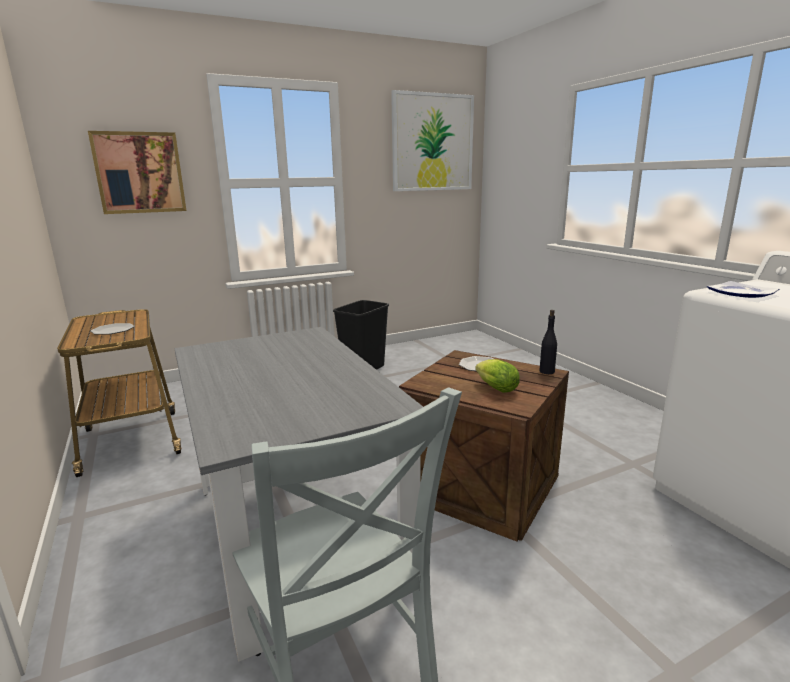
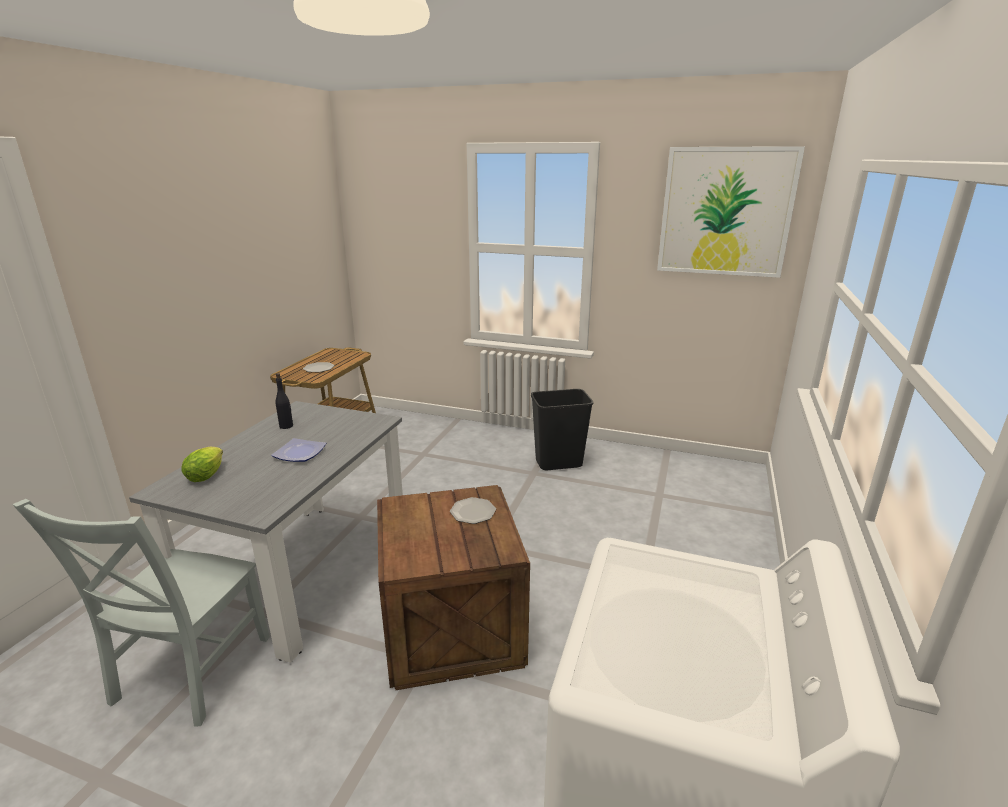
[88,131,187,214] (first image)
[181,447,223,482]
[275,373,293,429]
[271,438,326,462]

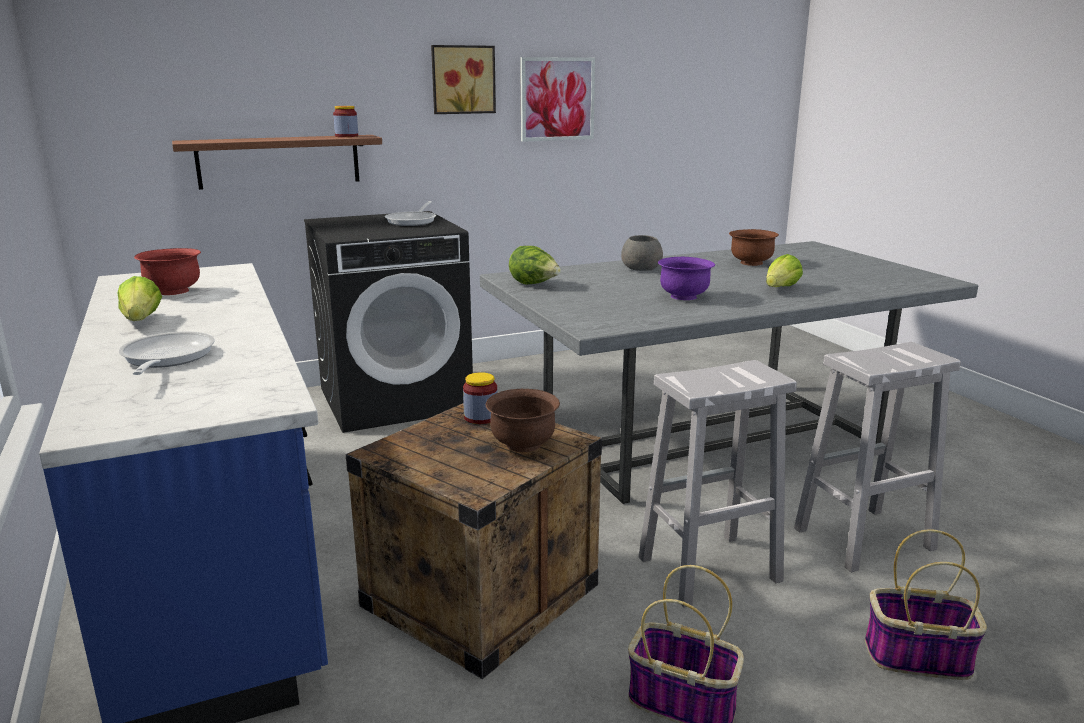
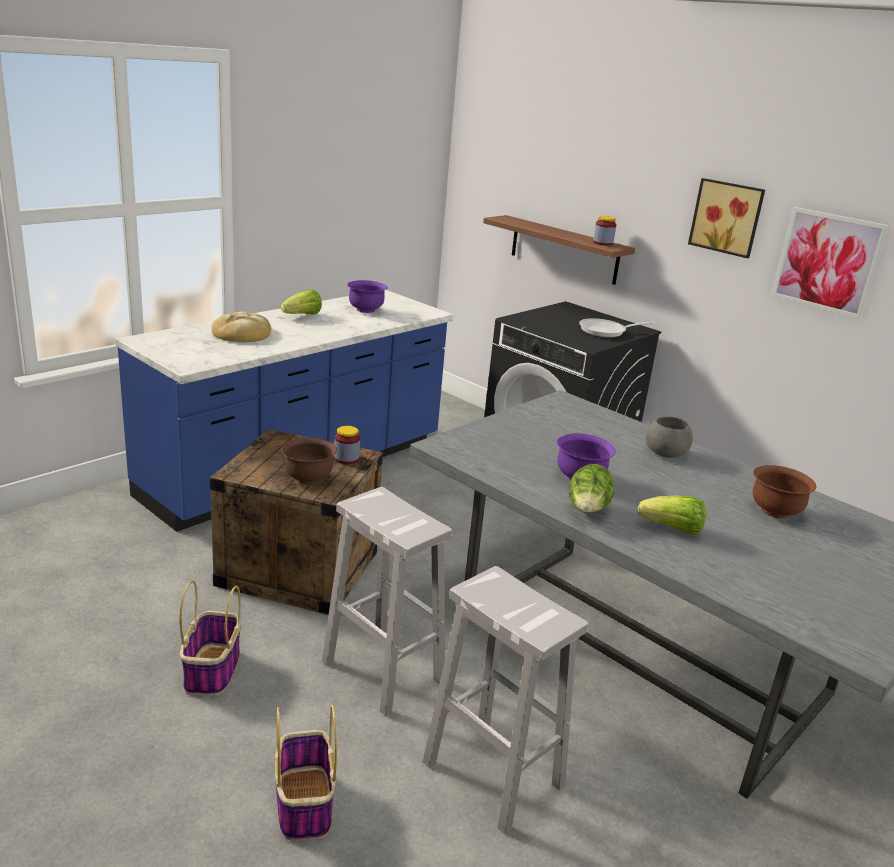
[211,312,271,342]
[347,280,388,313]
[569,464,614,513]

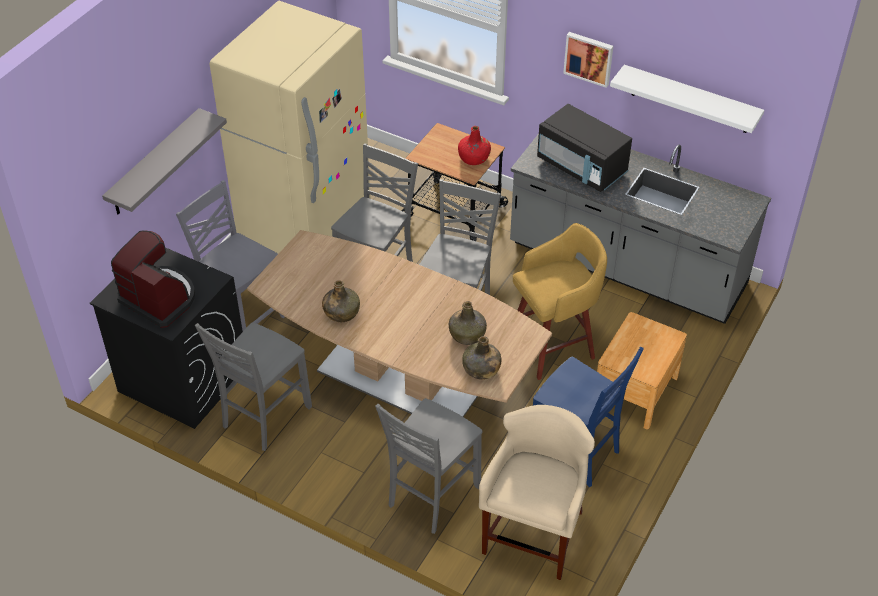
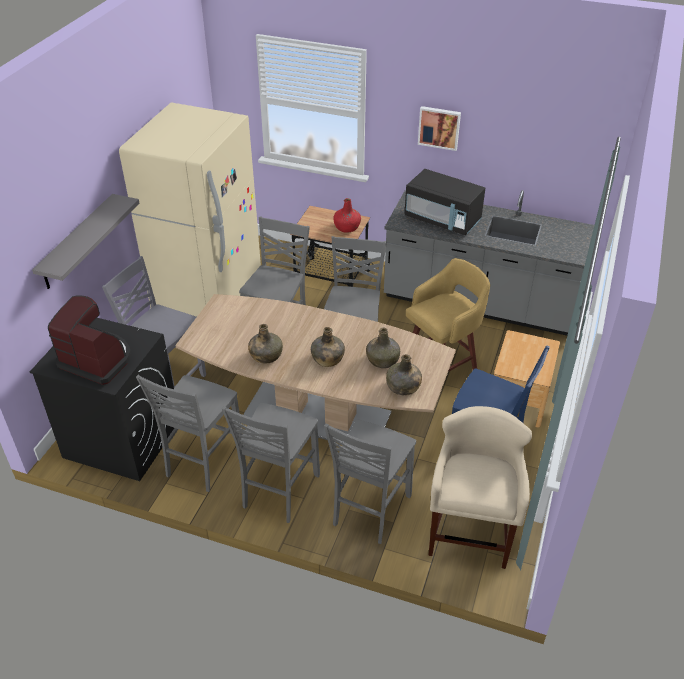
[610,65,764,133] (first image)
[222,403,320,523]
[311,327,345,367]

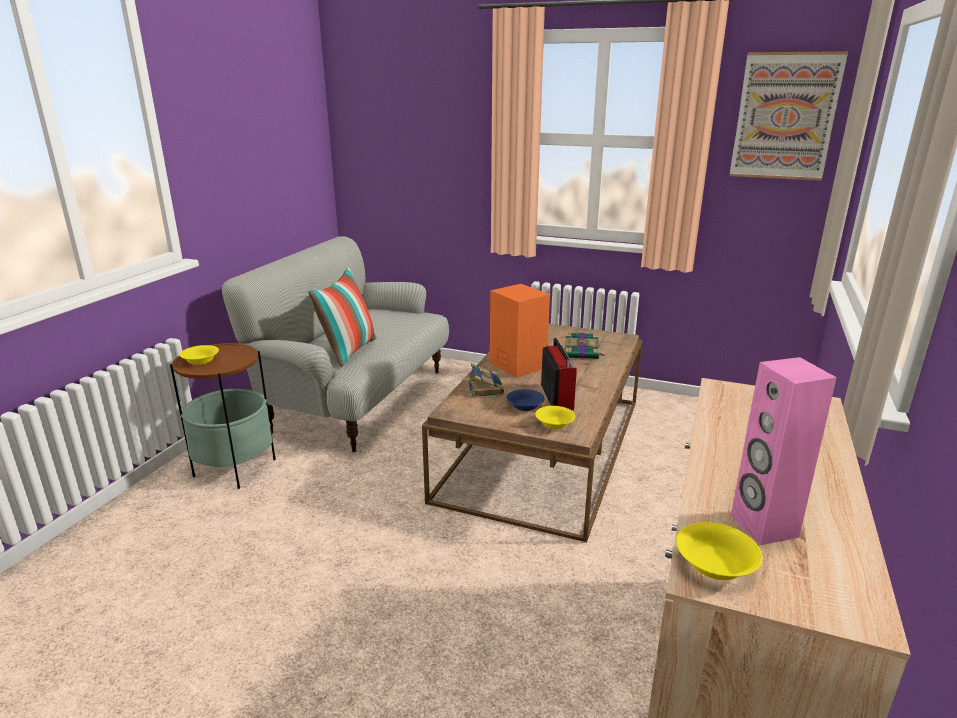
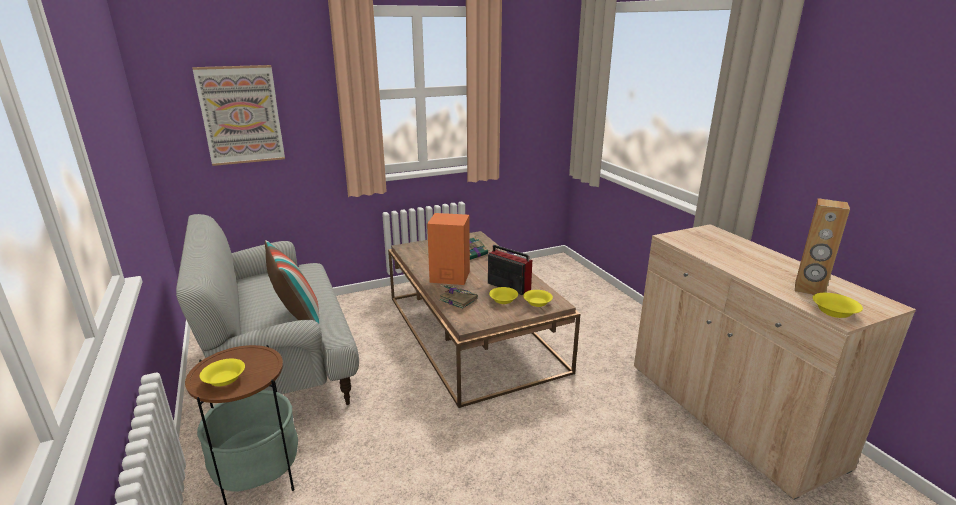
[489,287,518,304]
[192,65,285,166]
[795,198,850,295]

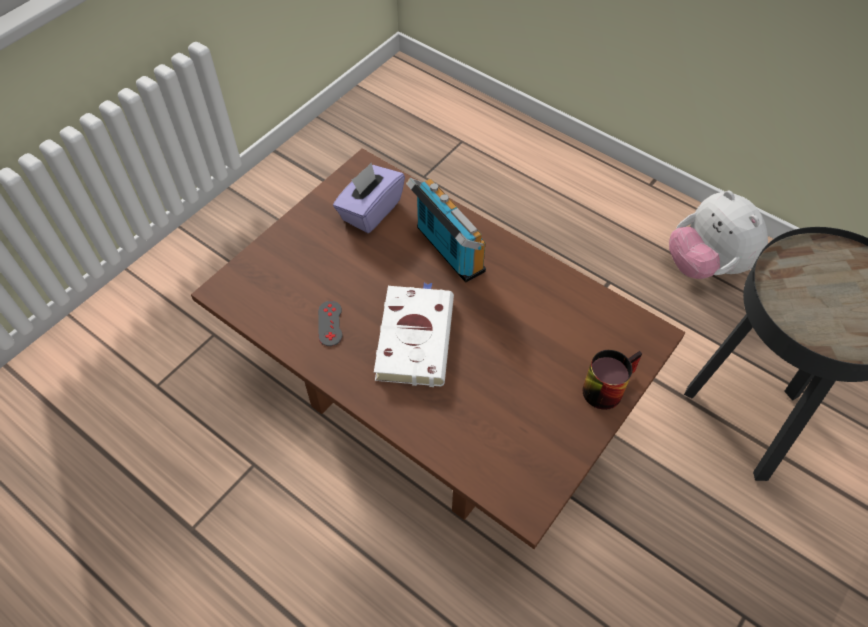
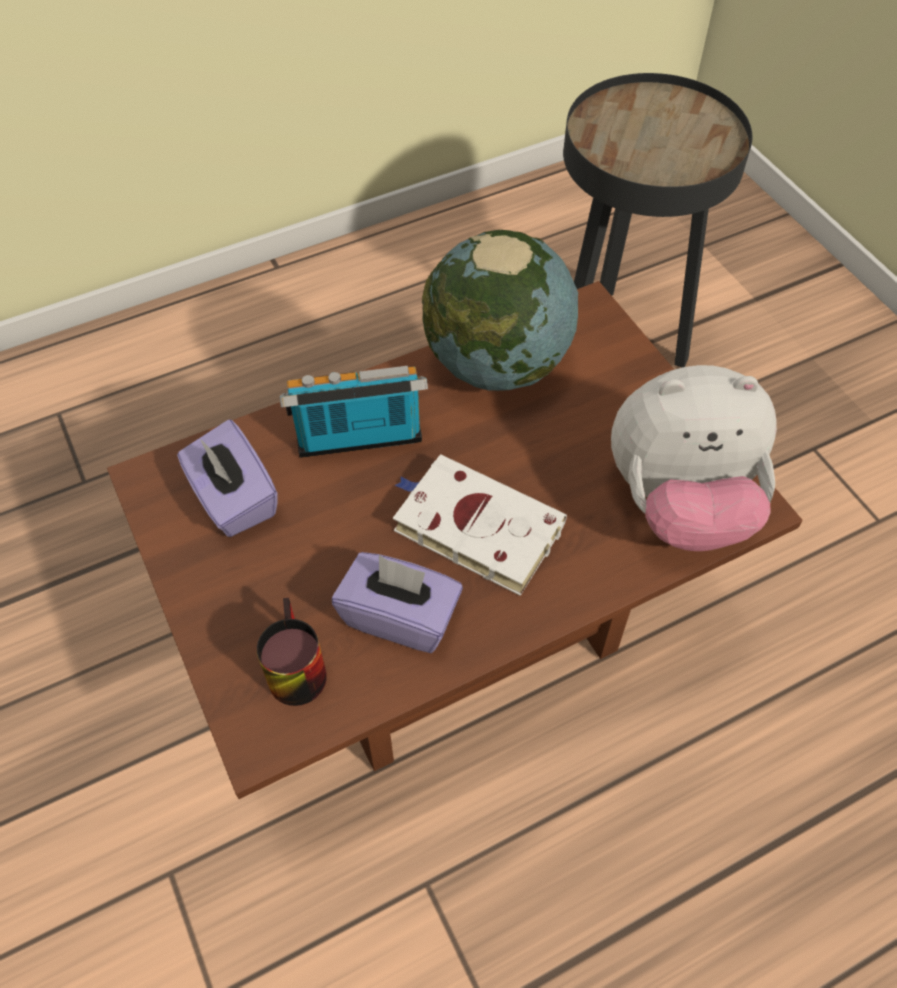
[332,552,463,653]
[257,598,327,706]
[611,365,777,551]
[422,230,578,391]

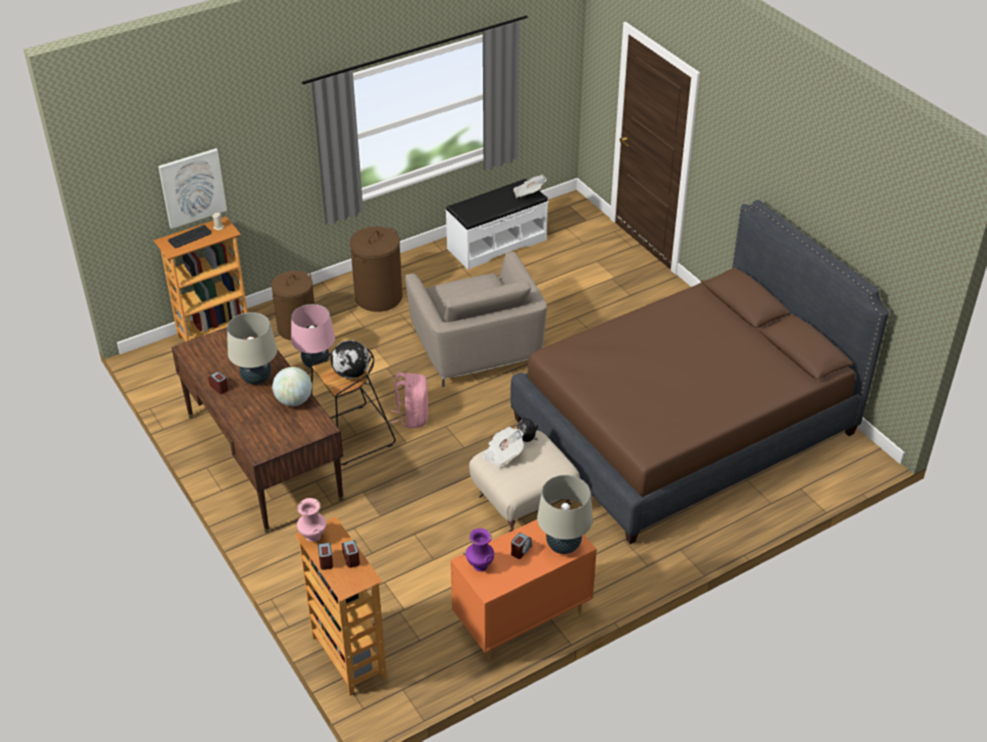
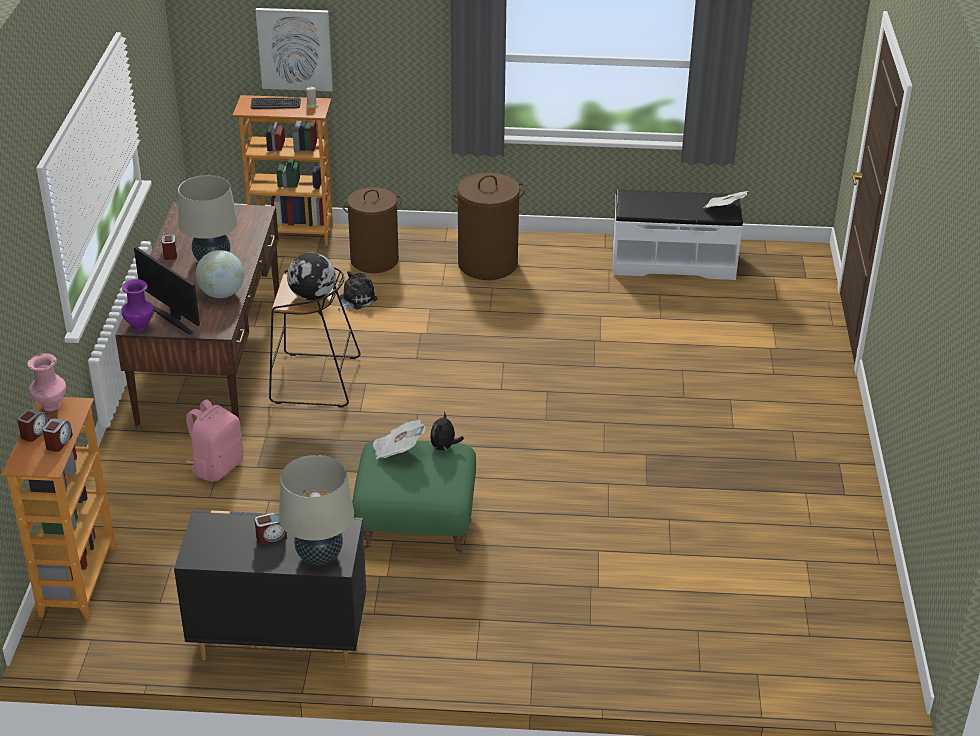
[338,271,377,311]
[186,399,244,482]
[405,252,547,387] (first image)
[174,510,366,668]
[121,279,154,332]
[352,440,476,553]
[510,200,889,544] (first image)
[134,247,200,335]

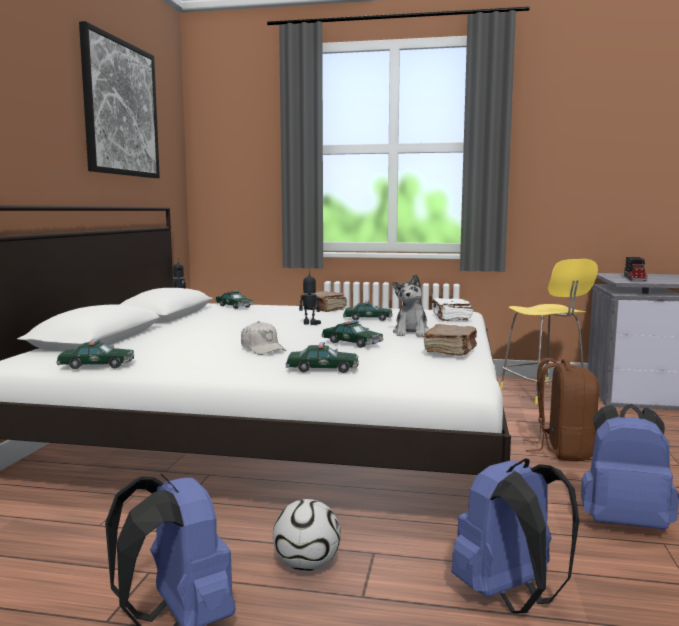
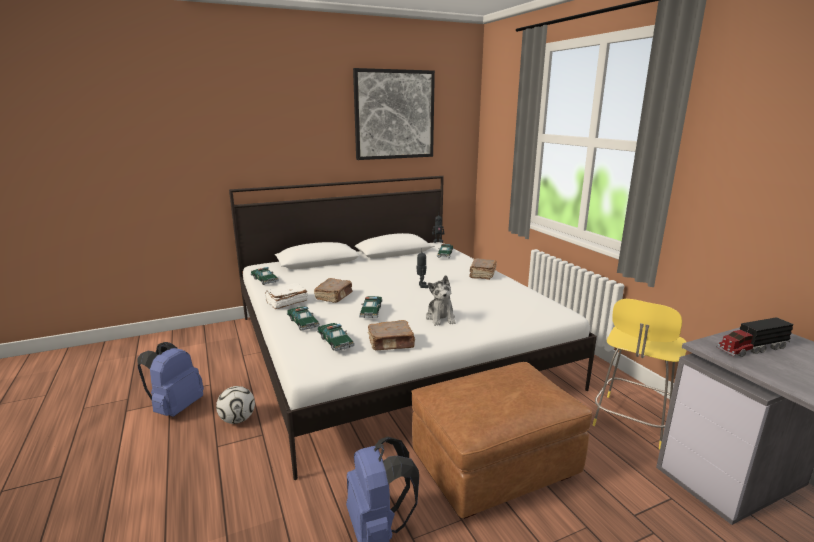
[314,278,353,303]
[317,323,354,351]
[426,275,455,326]
[265,283,308,310]
[451,458,579,614] (first image)
[411,362,592,519]

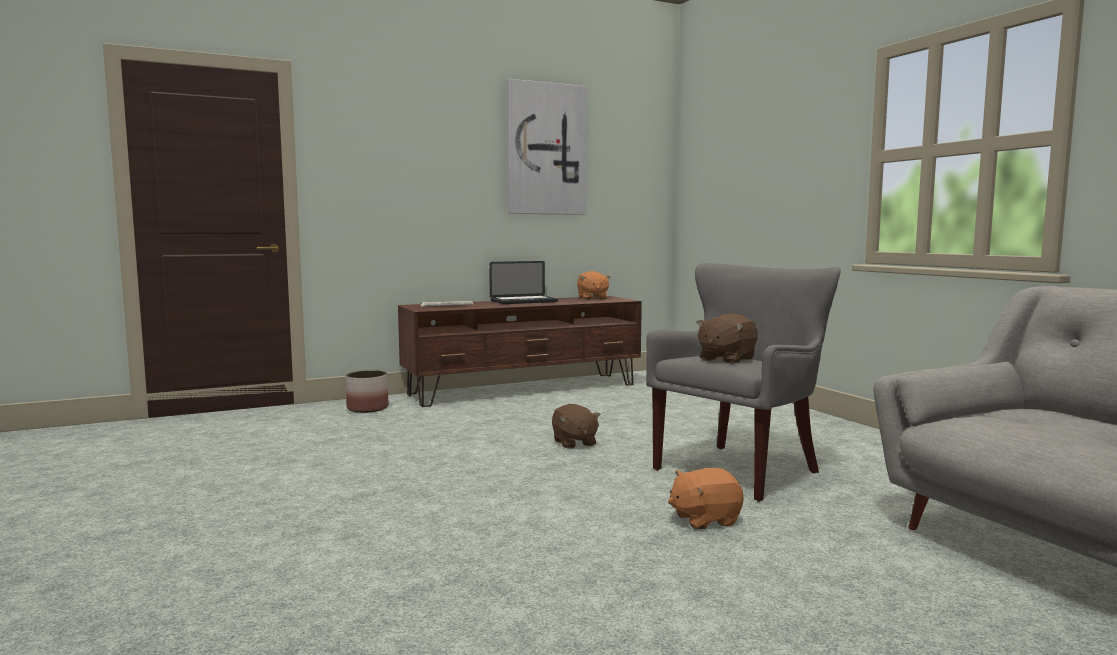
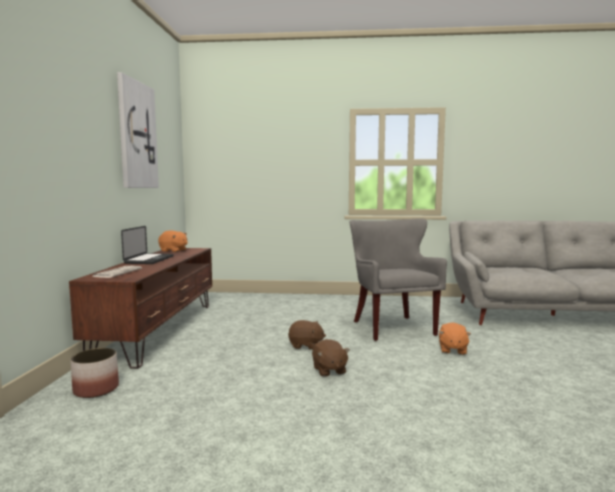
[312,339,350,377]

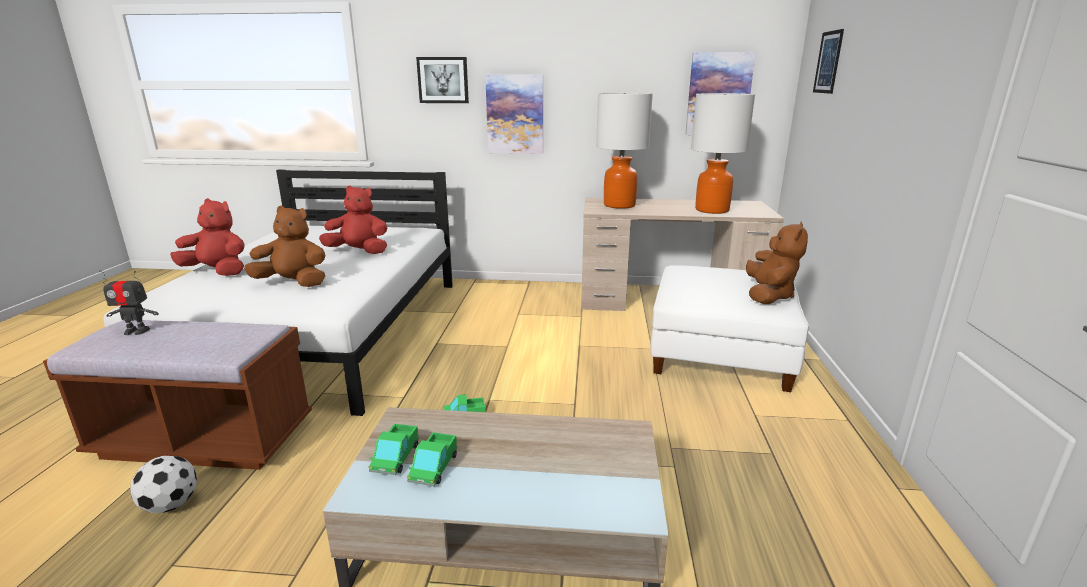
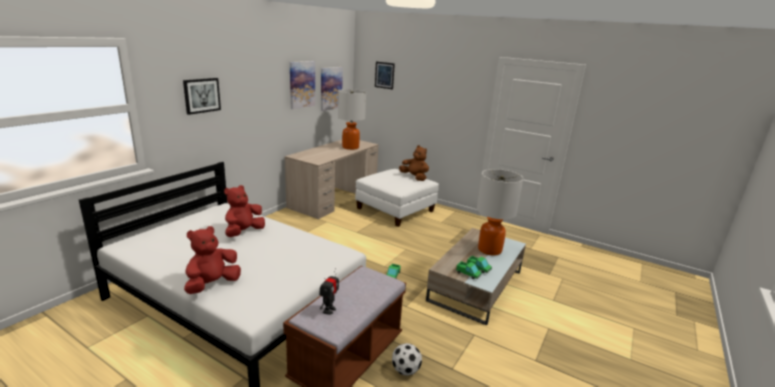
[244,206,325,287] (first image)
[290,61,315,109]
[477,169,523,256]

